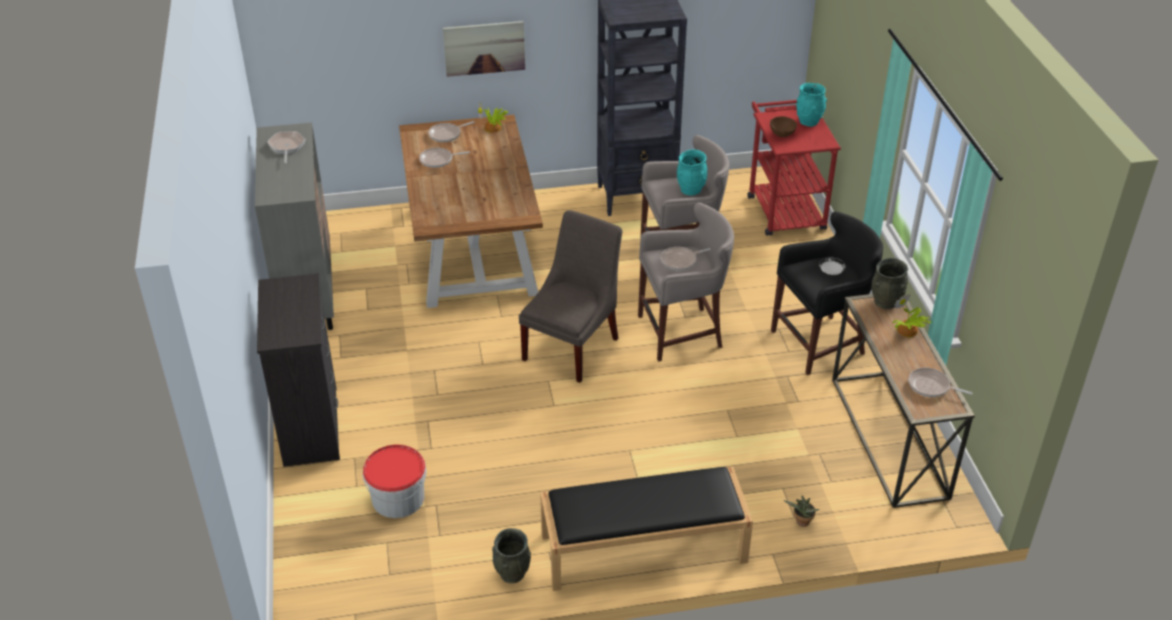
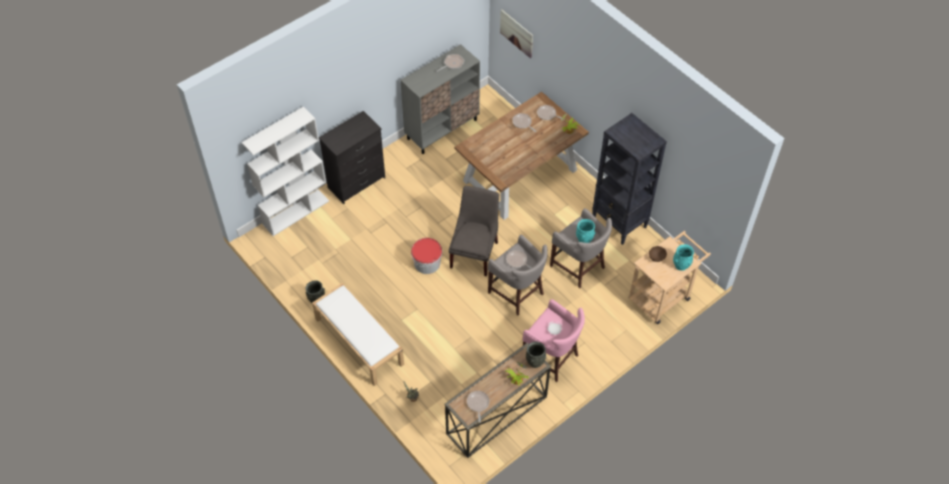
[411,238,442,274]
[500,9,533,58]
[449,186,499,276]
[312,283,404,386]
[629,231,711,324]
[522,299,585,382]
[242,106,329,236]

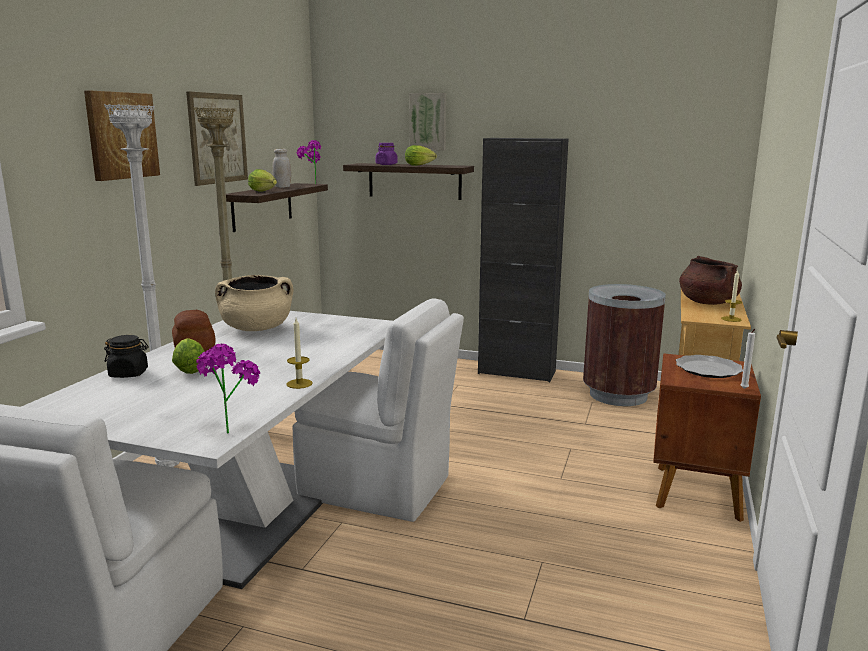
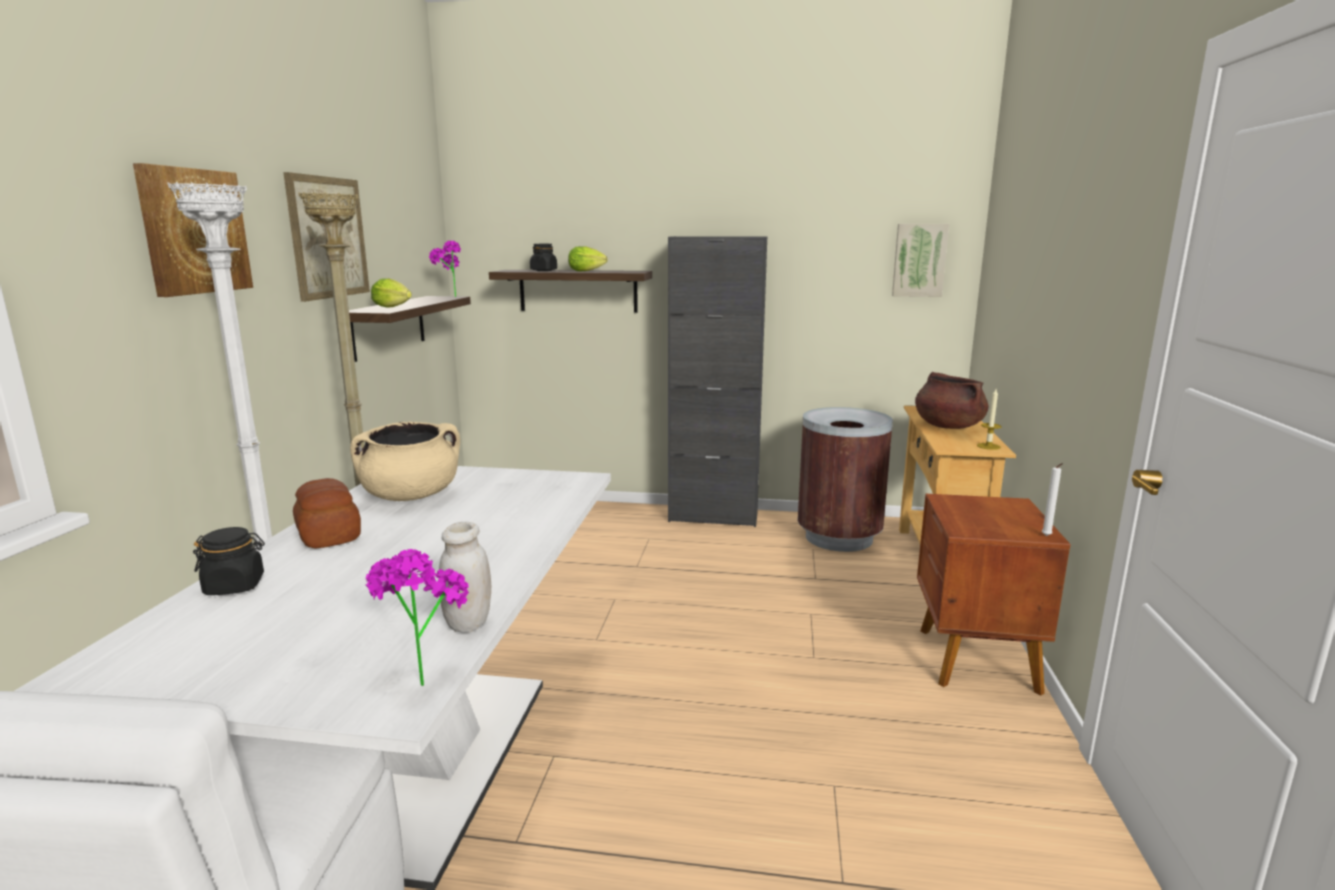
[172,338,204,374] (first image)
[439,522,491,633]
[286,318,313,389] (first image)
[293,298,464,522] (first image)
[530,244,557,271]
[892,224,949,297]
[676,355,743,378] (first image)

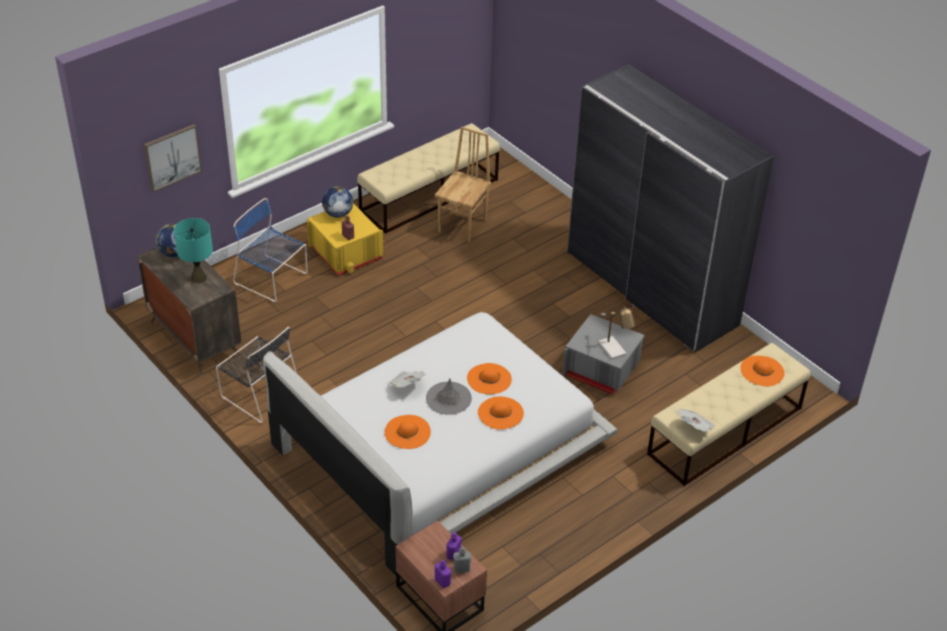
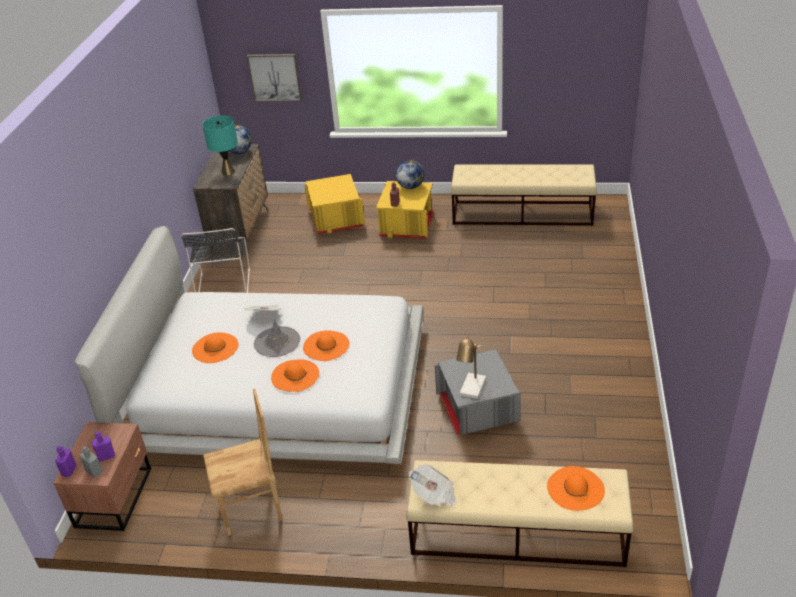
[304,174,365,234]
[203,389,282,536]
[567,65,774,353] (first image)

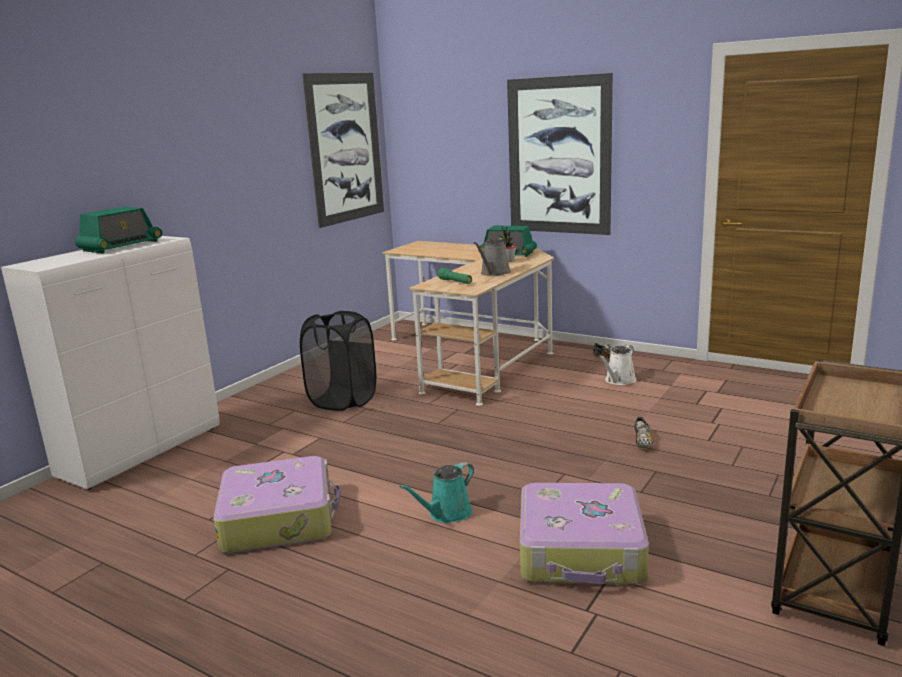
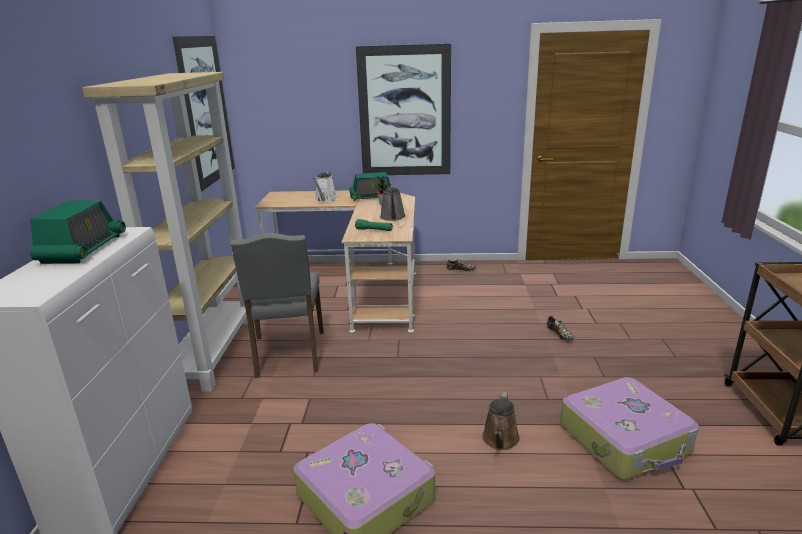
[231,233,324,378]
[482,392,520,450]
[312,172,338,202]
[82,72,254,392]

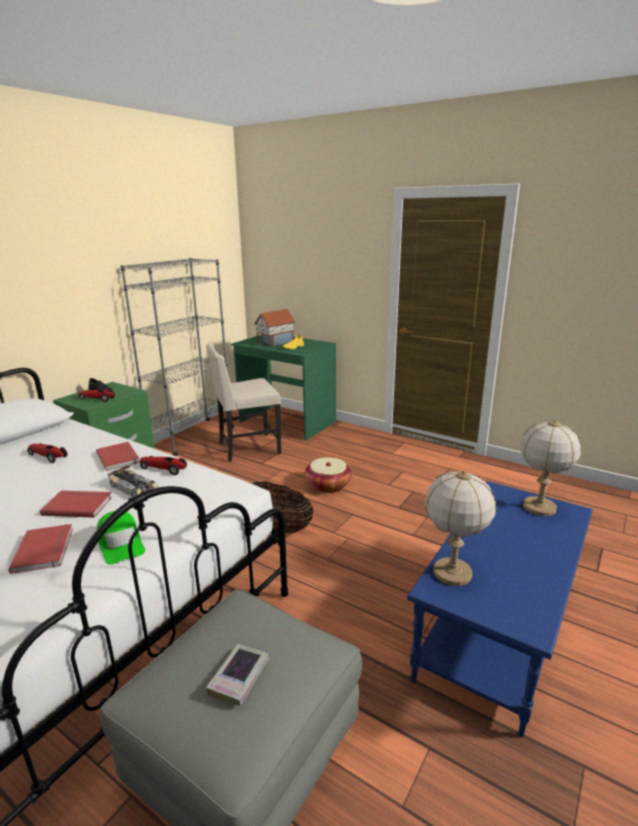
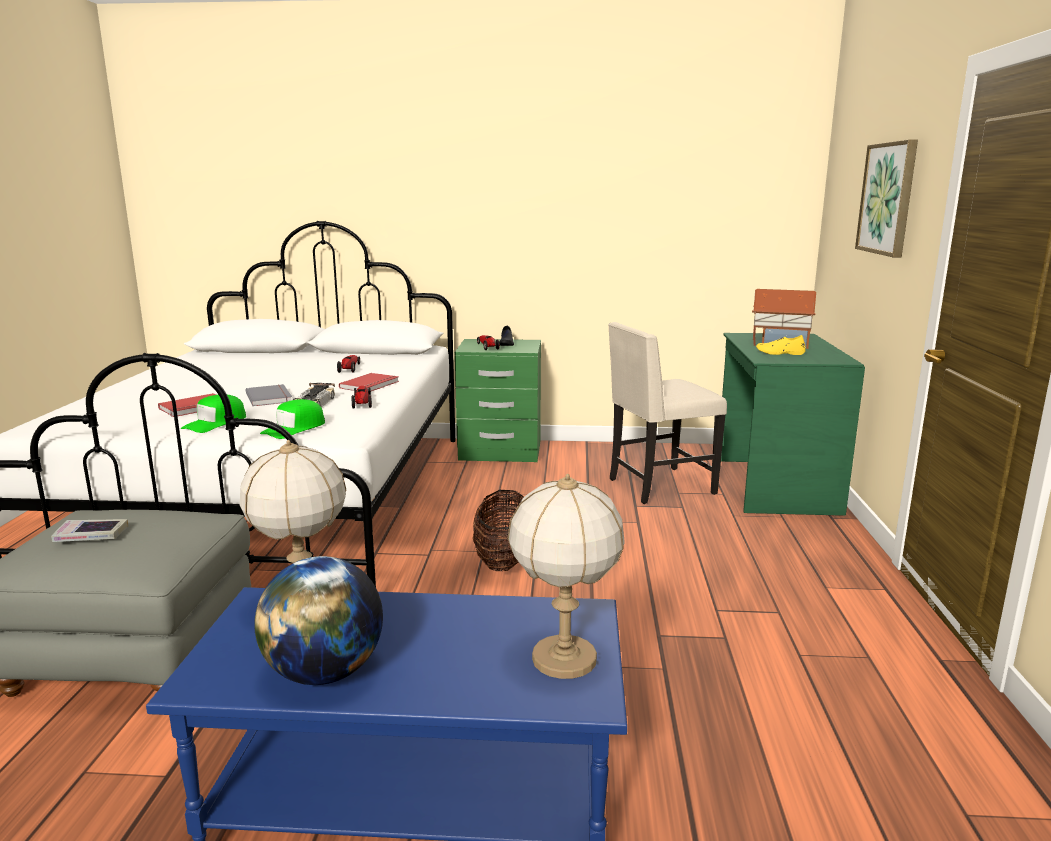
[245,384,292,406]
[121,258,234,456] (first image)
[608,322,727,504]
[305,457,352,493] (first image)
[254,556,383,685]
[260,399,325,439]
[855,139,918,257]

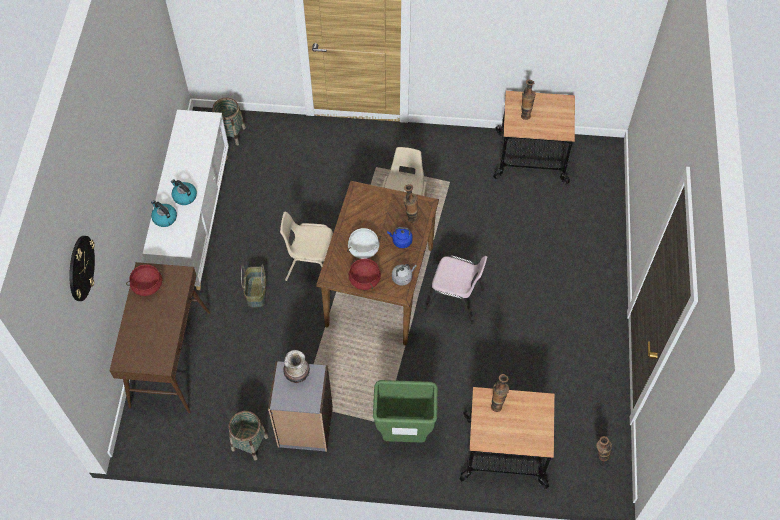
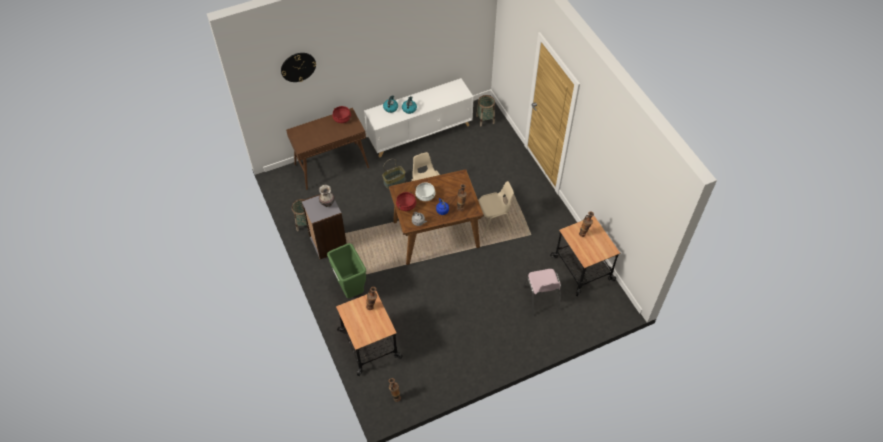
[522,269,561,316]

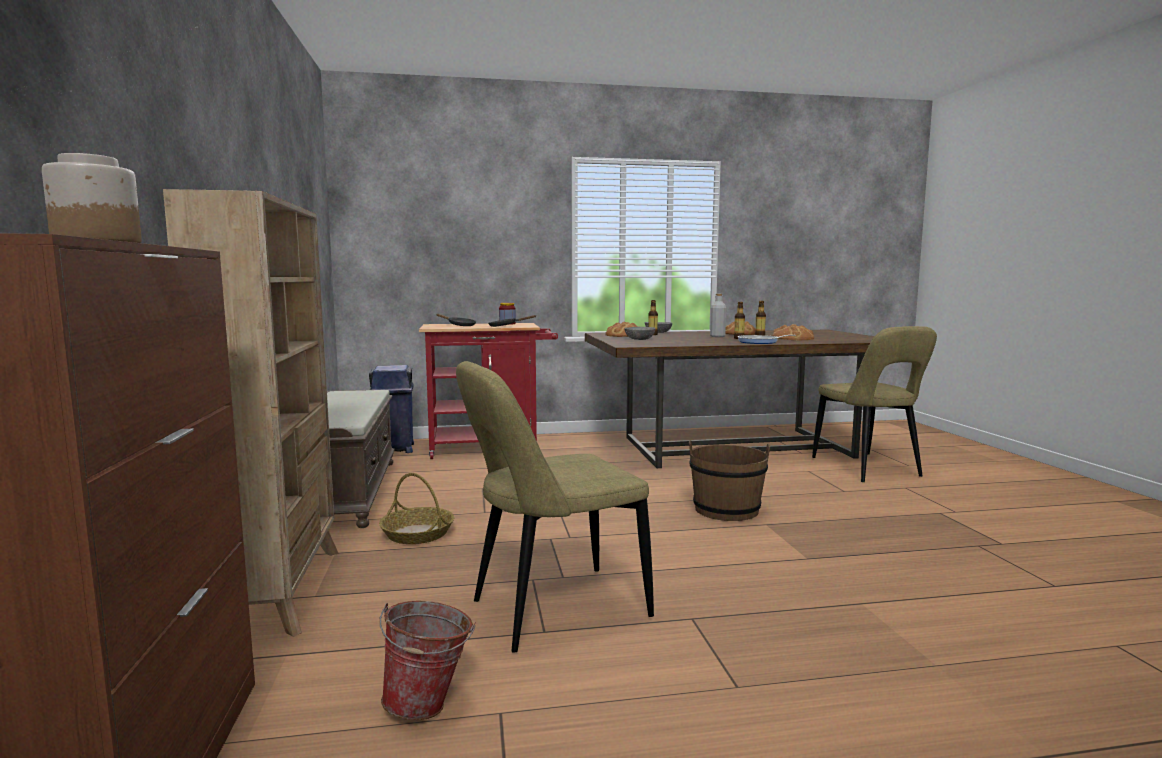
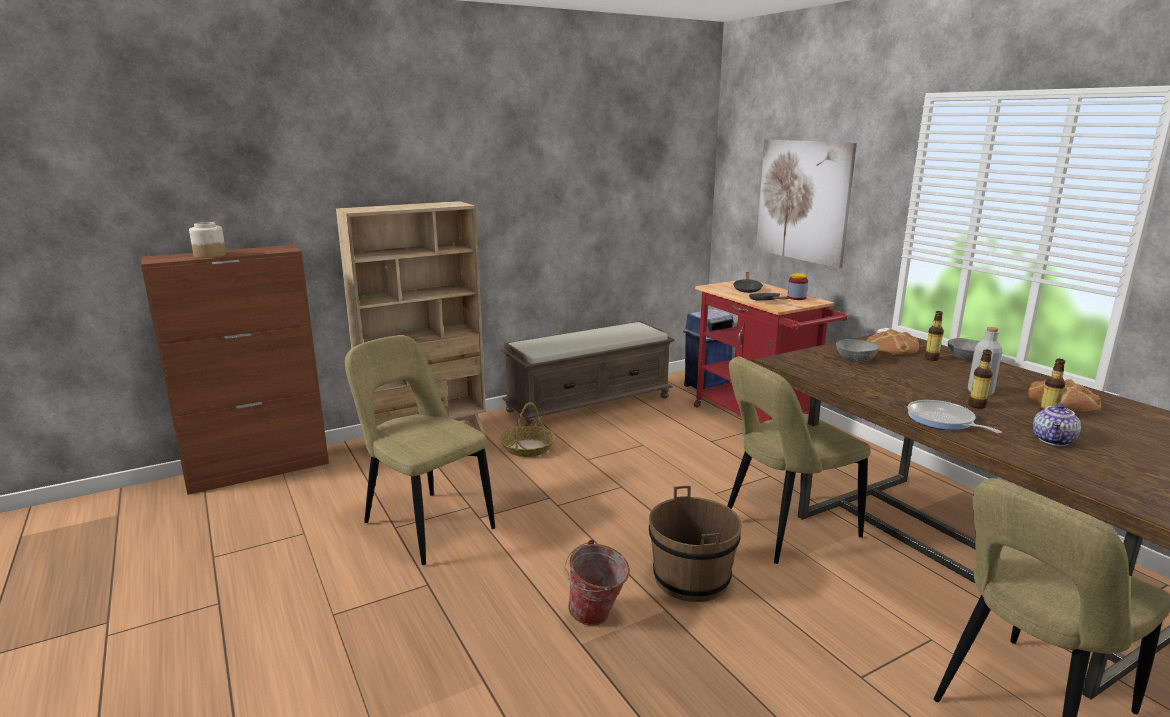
[564,540,630,625]
[1033,403,1081,446]
[727,357,871,564]
[756,139,857,268]

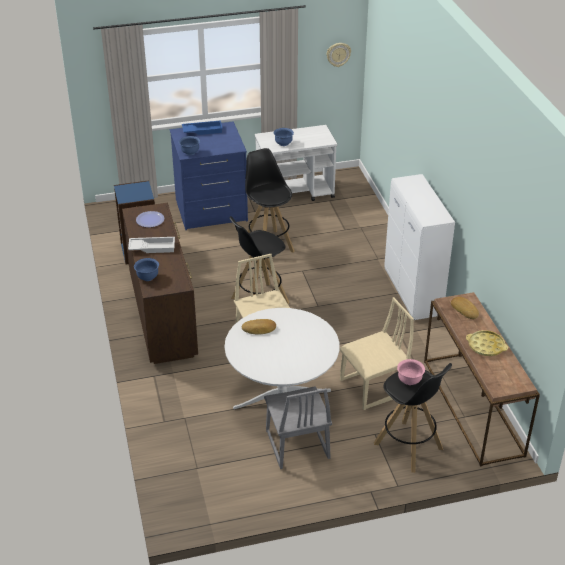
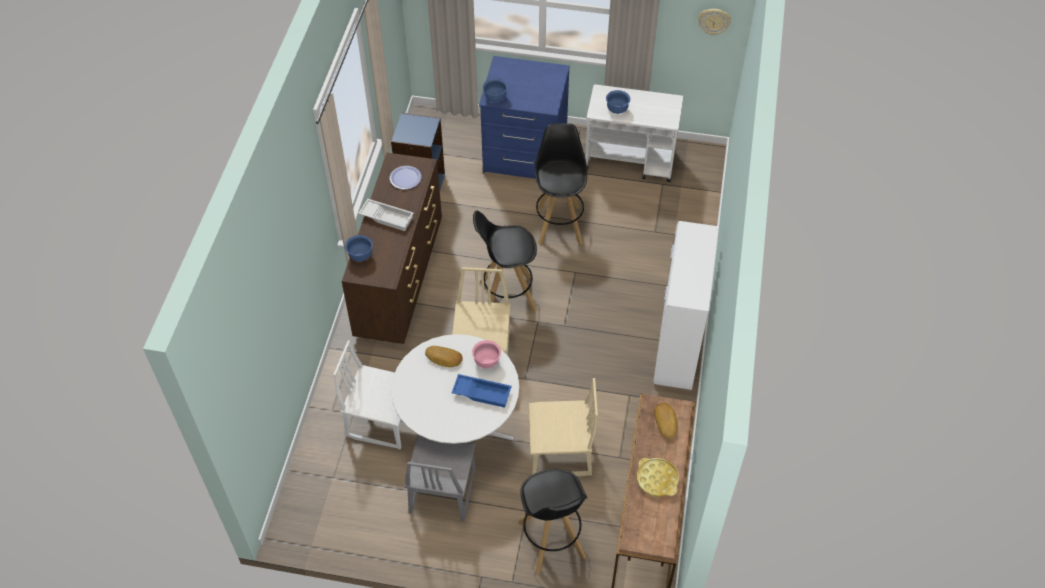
[452,374,512,408]
[472,340,501,369]
[333,340,401,450]

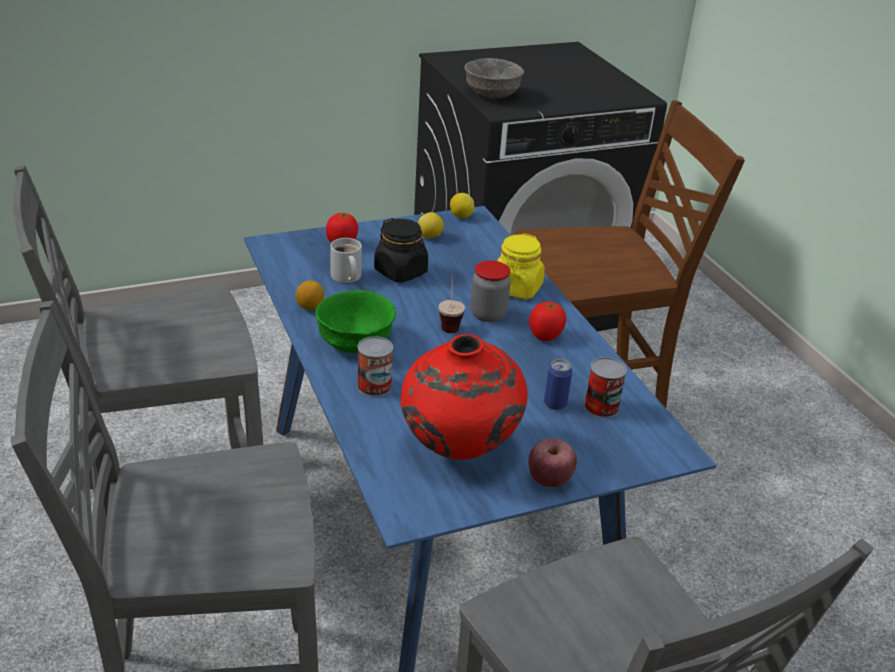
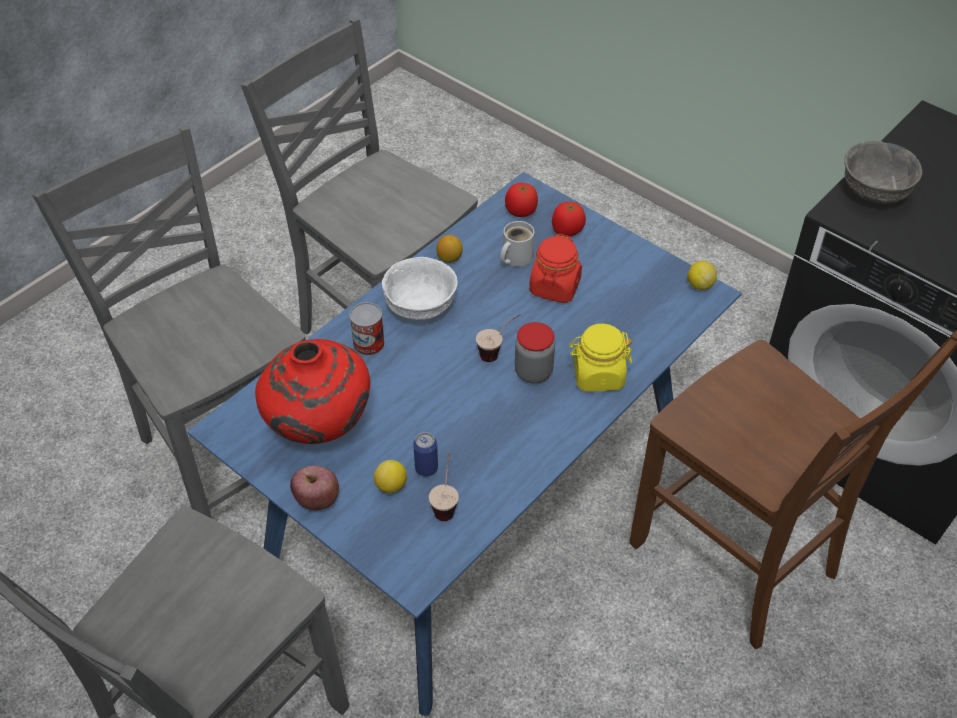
[382,257,458,320]
[529,234,582,303]
[374,460,407,494]
[505,183,538,217]
[429,453,459,521]

